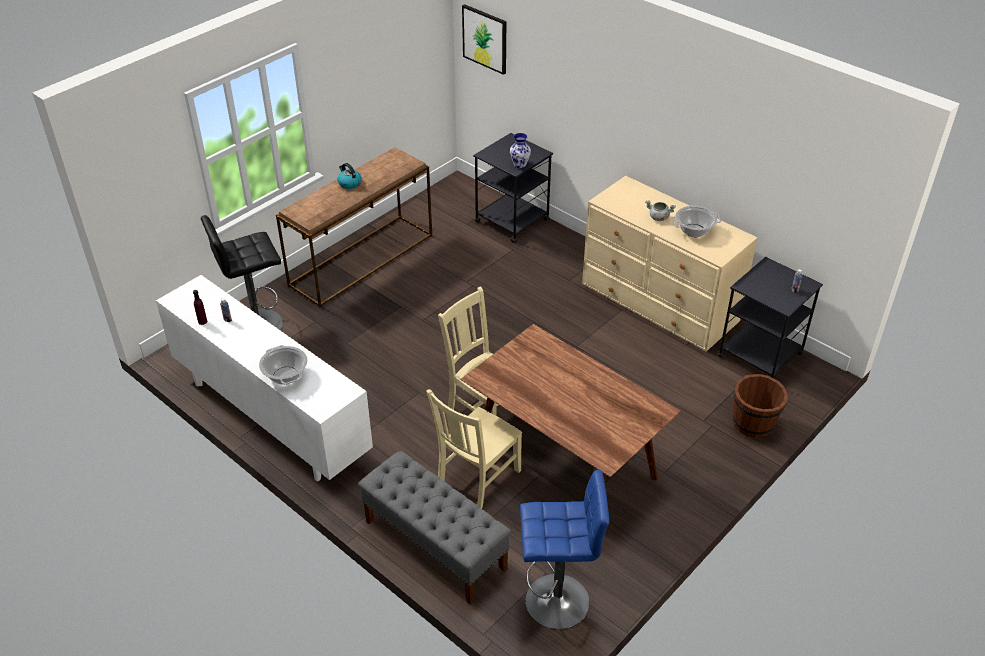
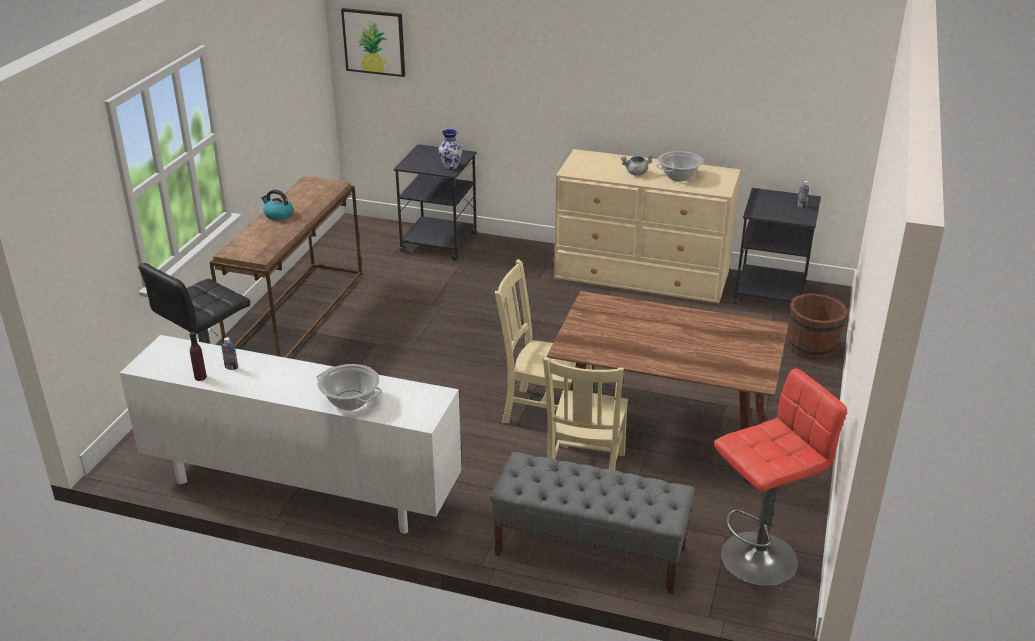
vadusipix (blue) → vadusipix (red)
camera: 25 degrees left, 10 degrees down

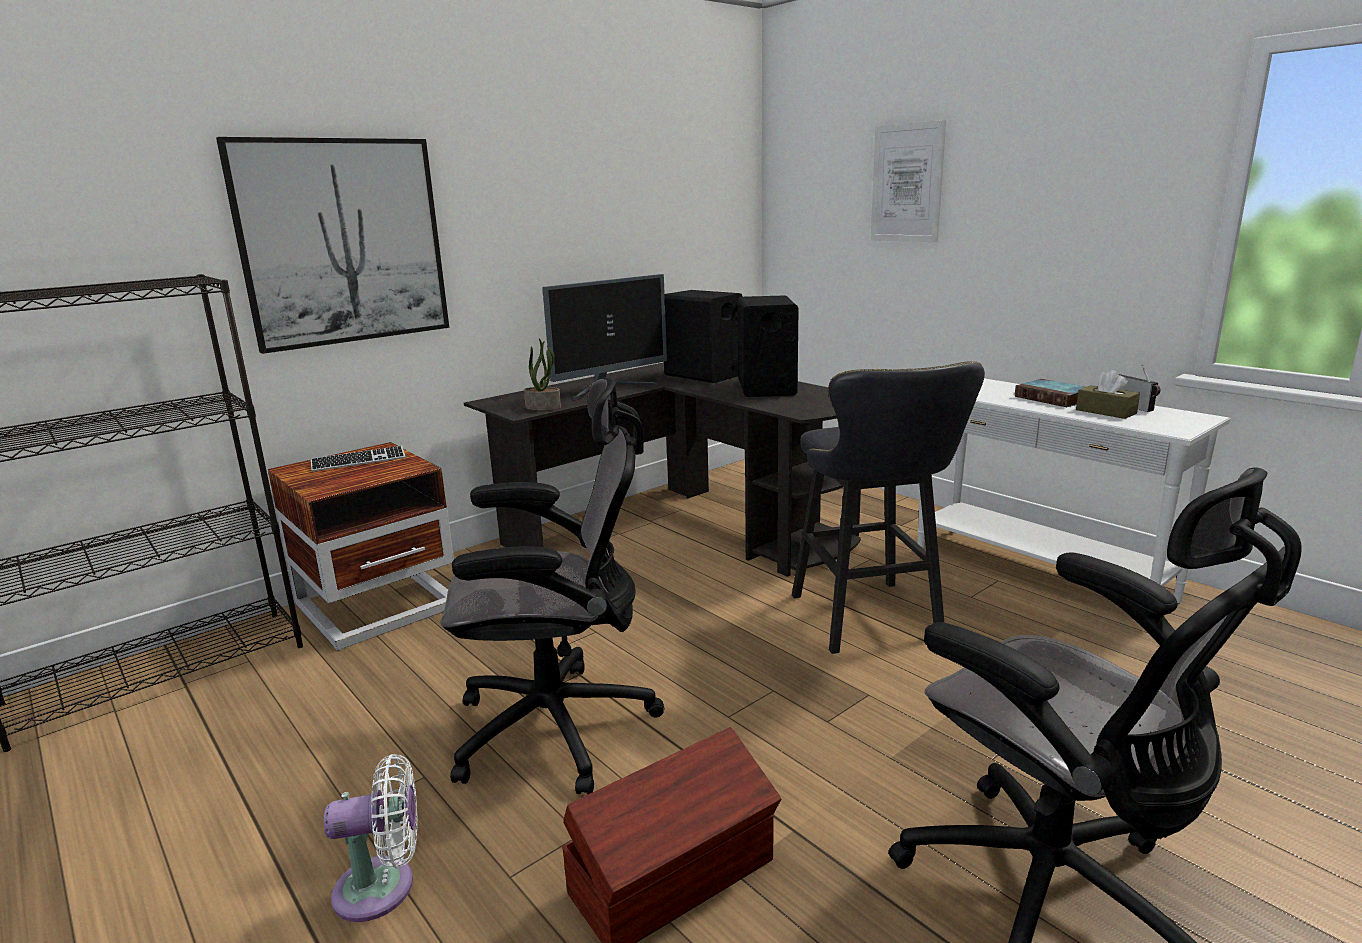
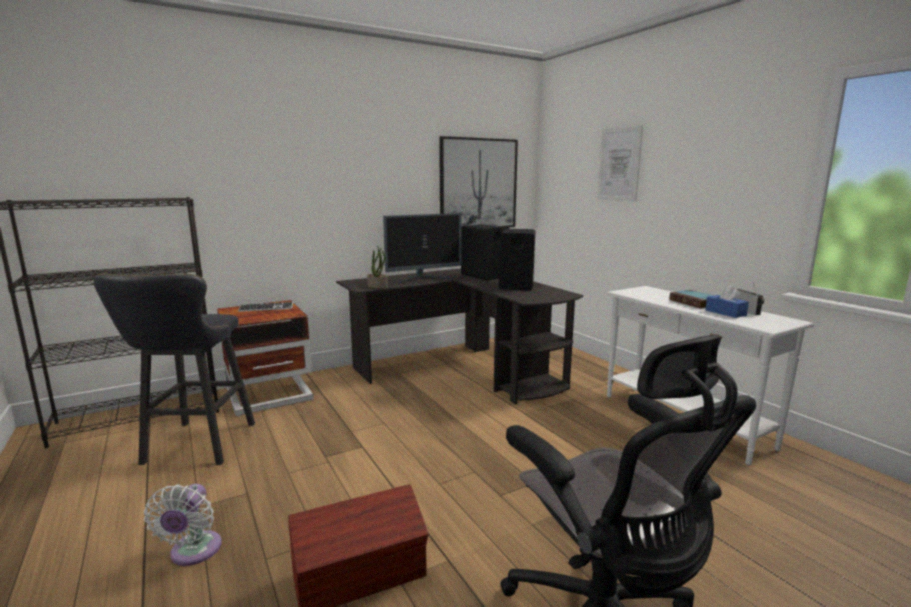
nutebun (no. 1 from left), relocated
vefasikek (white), 90 degrees clockwise
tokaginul (no. 1 from left) → -
vadusipix (black), relocated
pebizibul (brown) → pebizibul (blue)
camera: 10 degrees right, 5 degrees down

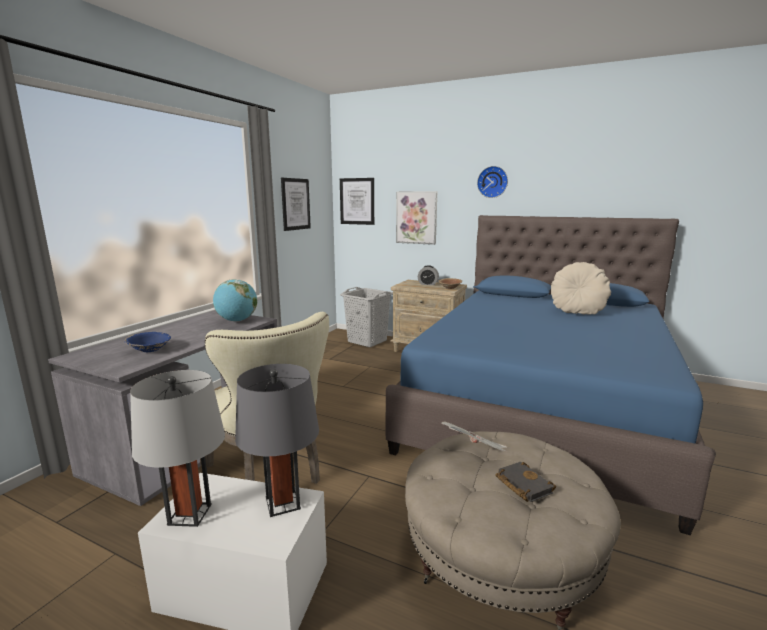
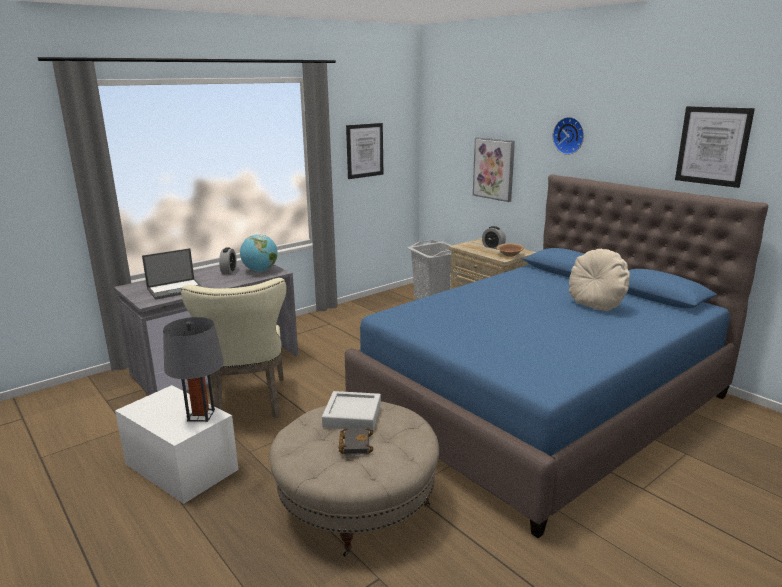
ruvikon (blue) → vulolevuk
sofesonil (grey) (no. 1 from left) → -
nutebun (no. 2 from left in the first image) → nutebun (no. 3 from left), relocated
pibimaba → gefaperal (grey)
- → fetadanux (no. 1 from left)
camera: 25 degrees right, 5 degrees up

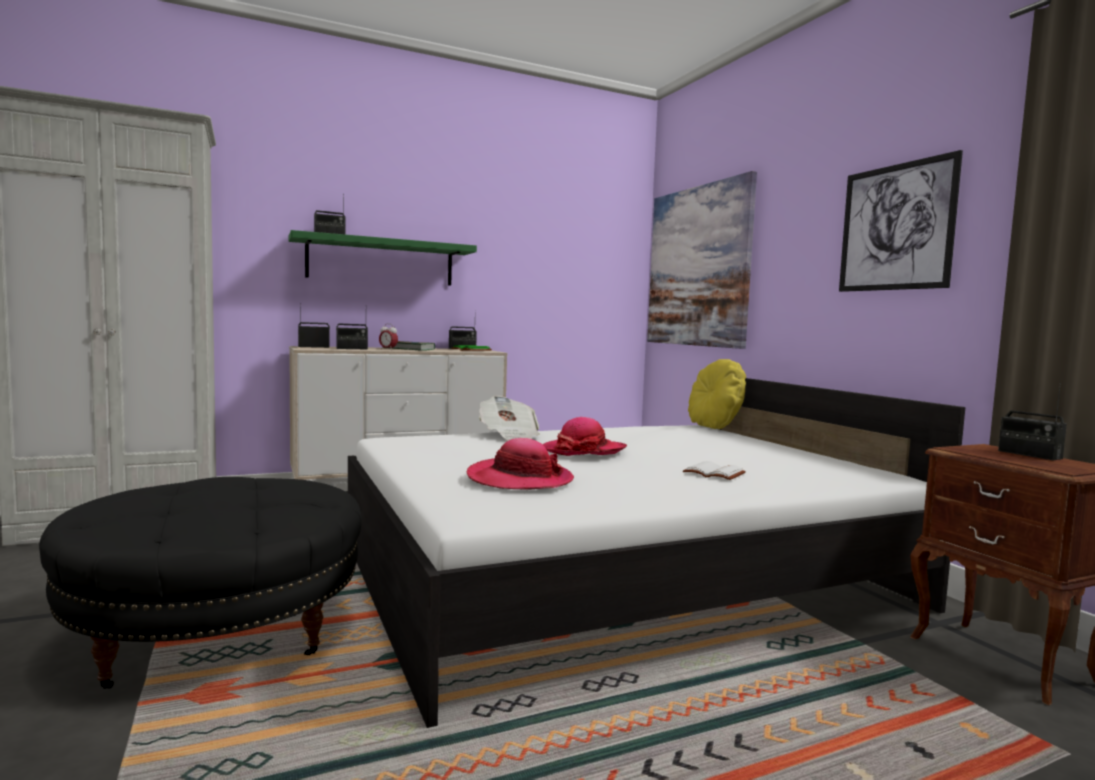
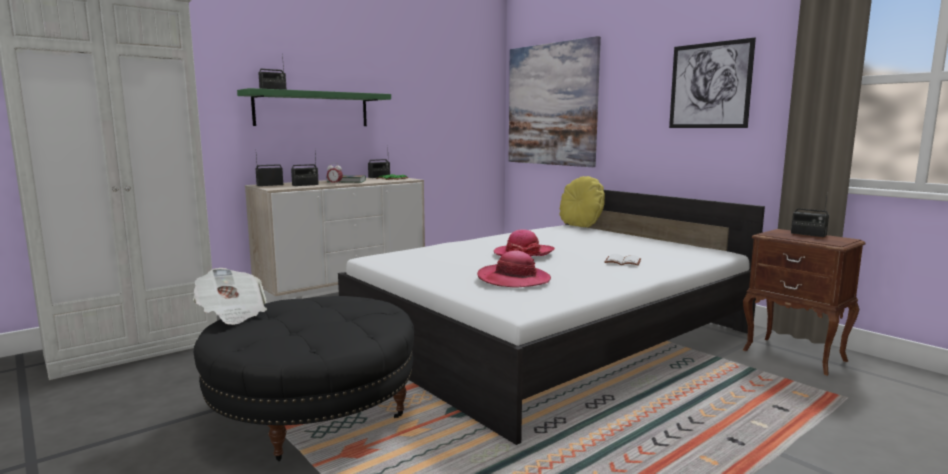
pibimaba, relocated
camera: 15 degrees left, 5 degrees up

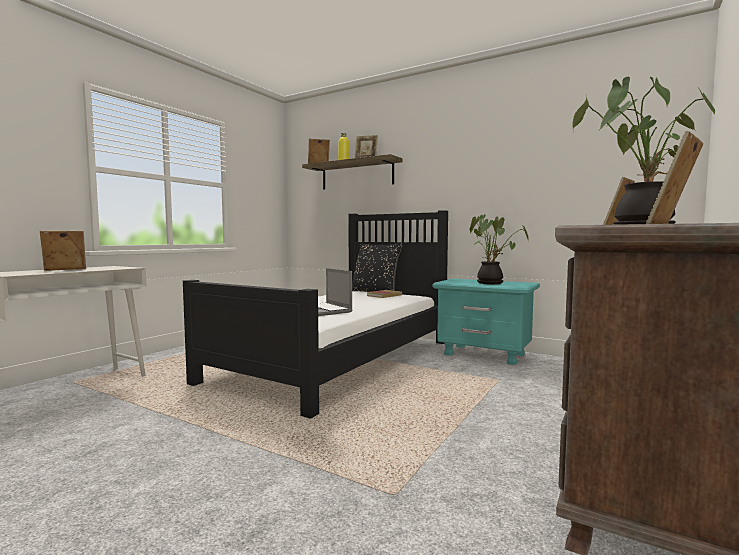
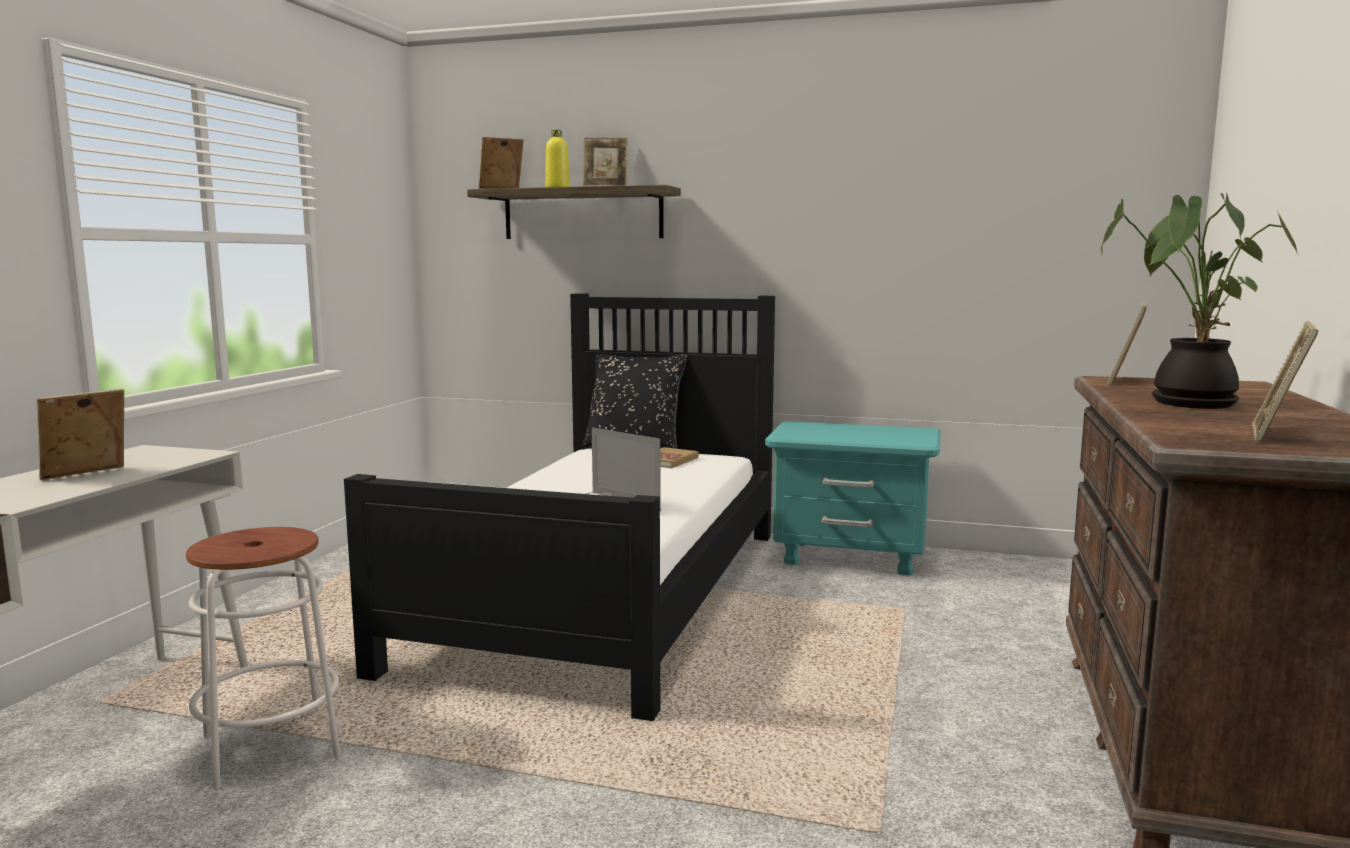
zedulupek (no. 1 from left) → -
- → vadusipix (white)
camera: 15 degrees left, 5 degrees up

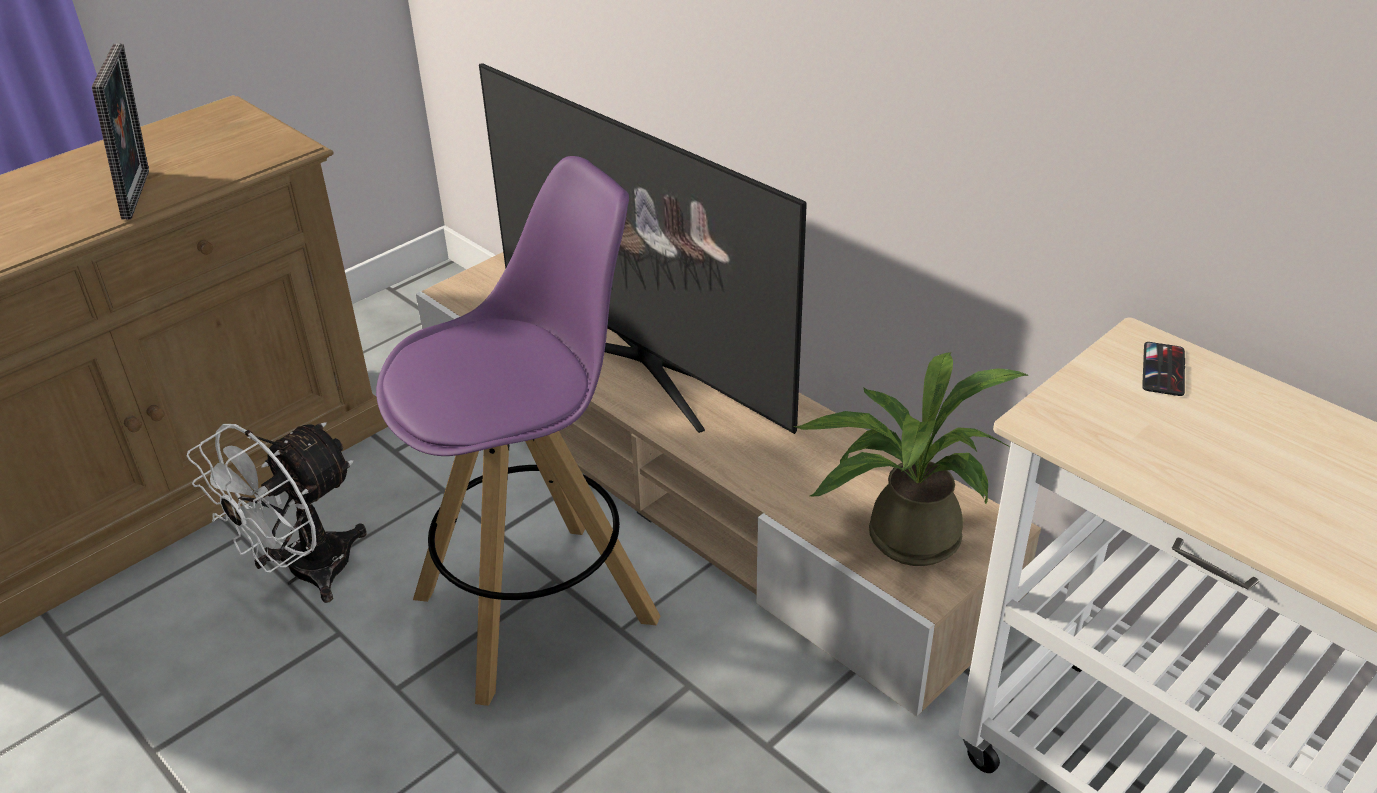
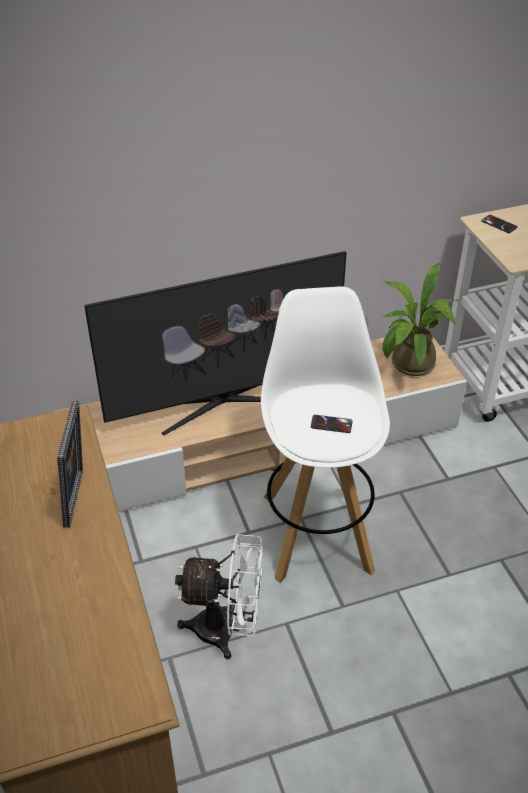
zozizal, 75 degrees clockwise
vefasikek (white), 60 degrees counterclockwise
vadusipix (purple) → vadusipix (white)
- → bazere (no. 1 from left)
camera: 65 degrees left, 5 degrees up

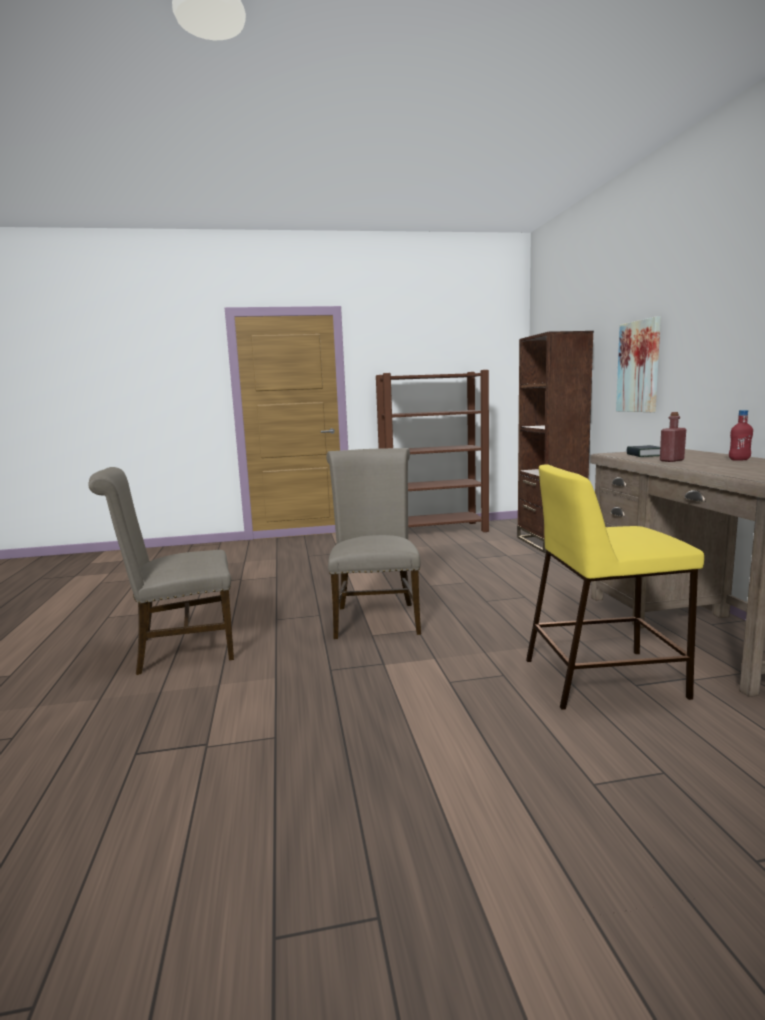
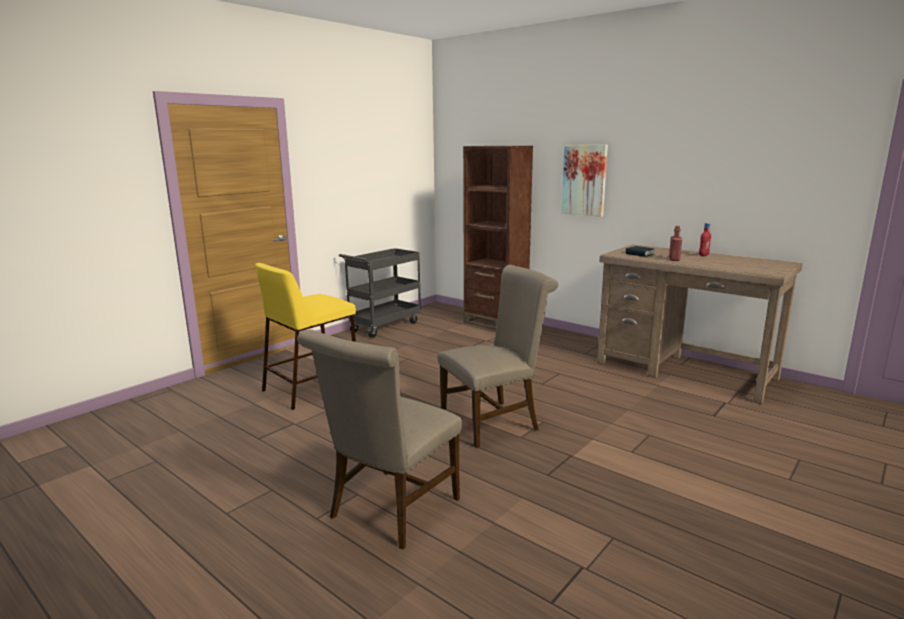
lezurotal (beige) (no. 2 from left), 105 degrees clockwise
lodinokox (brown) (no. 1 from left) → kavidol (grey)
vadusipix (yellow), relocated
camera: 40 degrees left, 5 degrees up

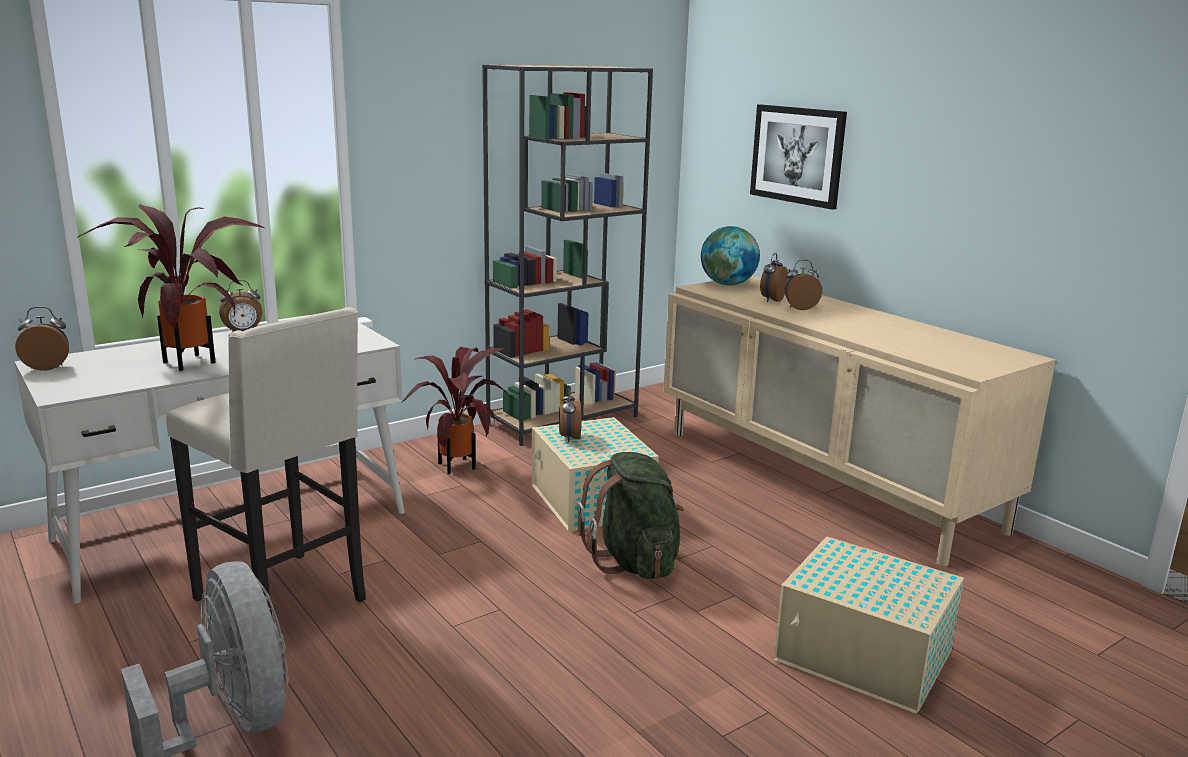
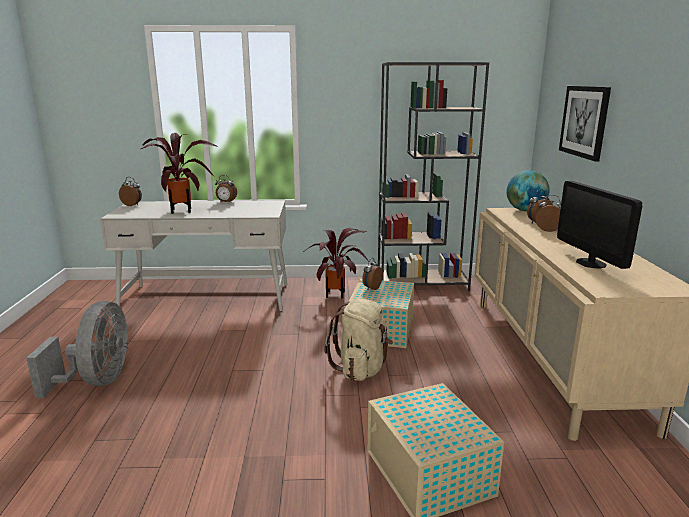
vadusipix (beige) → -
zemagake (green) → zemagake (beige)
- → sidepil
camera: 35 degrees right, 0 degrees up

